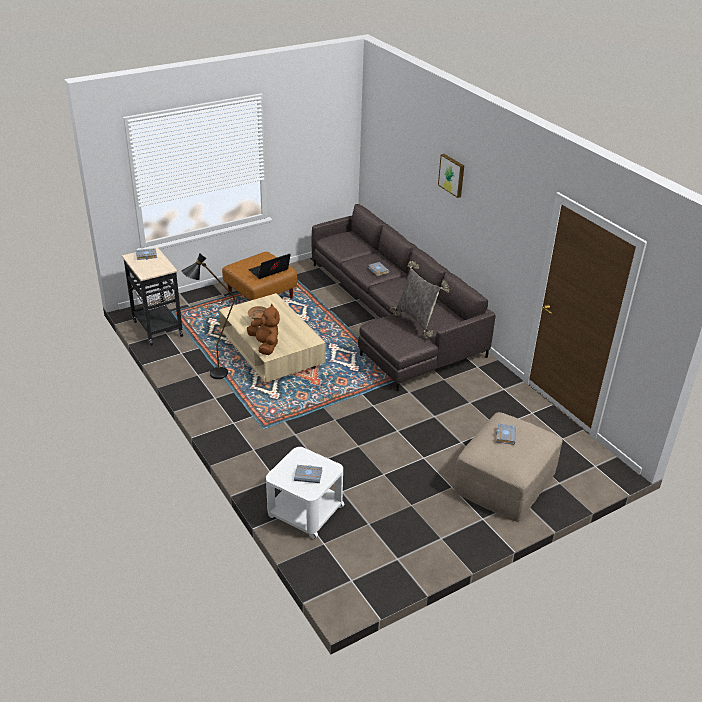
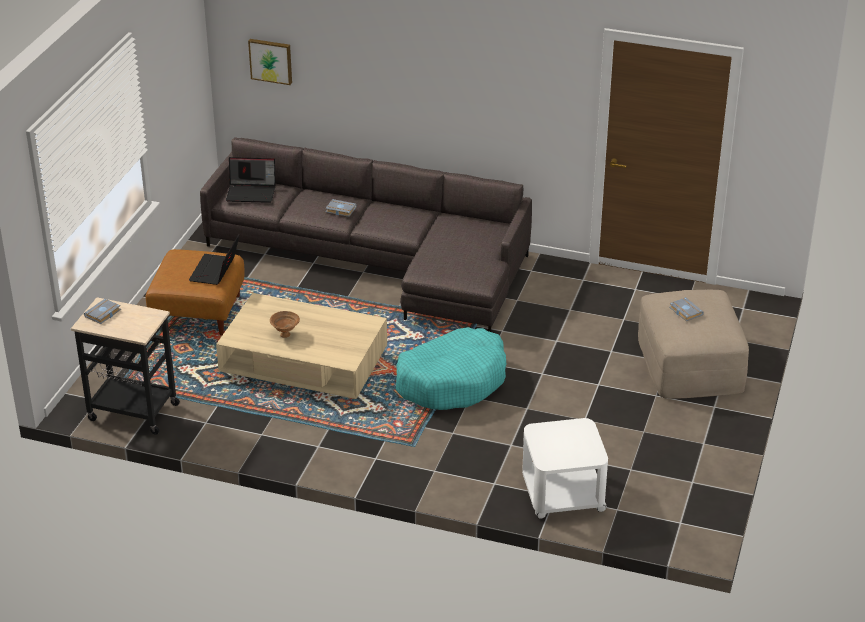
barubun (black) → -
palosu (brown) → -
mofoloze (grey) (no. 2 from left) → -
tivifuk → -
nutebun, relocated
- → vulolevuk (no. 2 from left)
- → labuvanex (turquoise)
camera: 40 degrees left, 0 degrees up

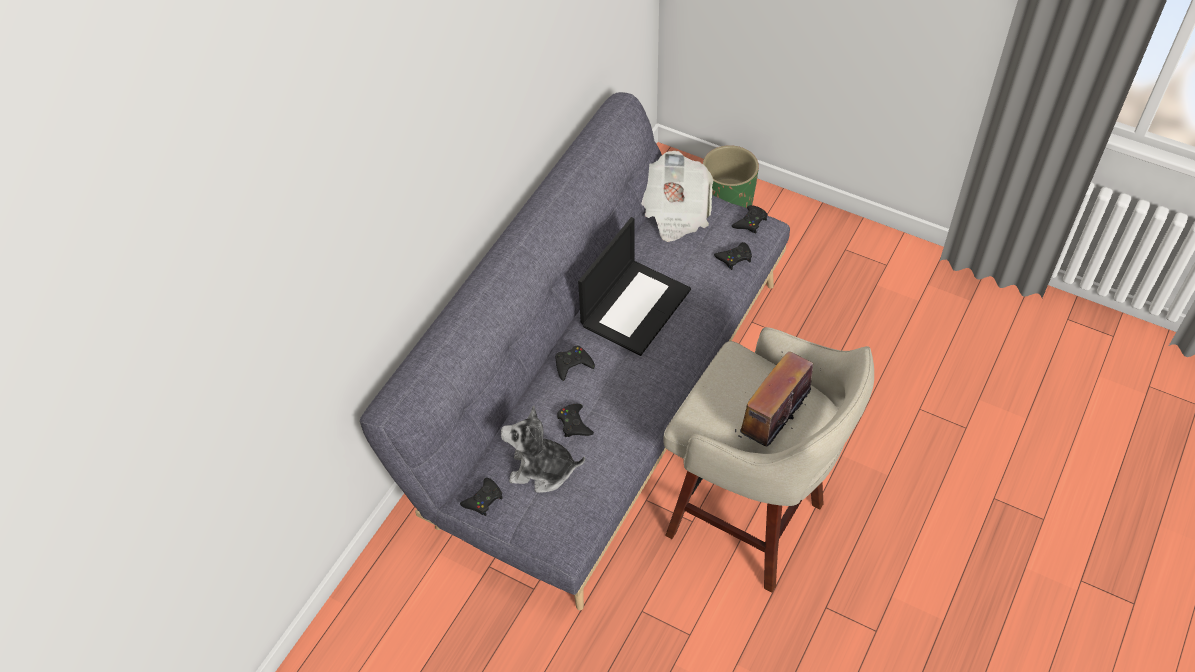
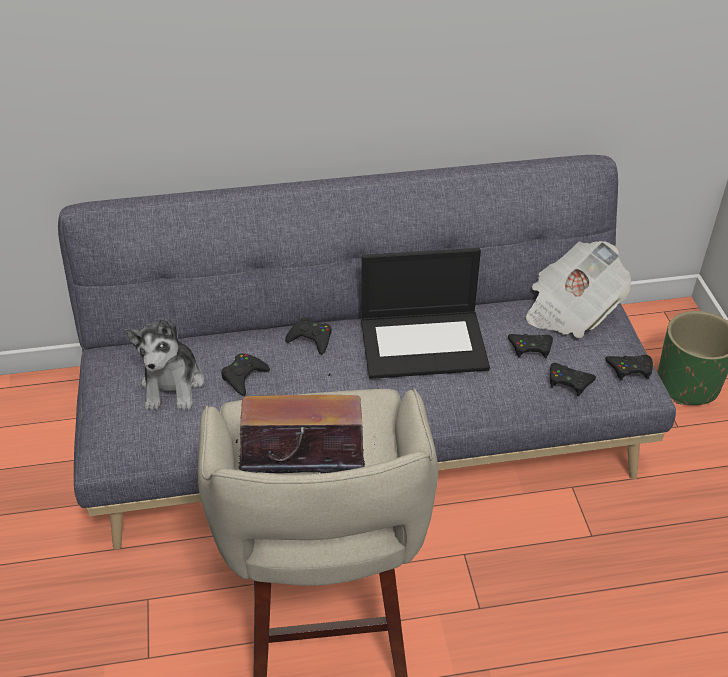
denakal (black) (no. 1 from left in the first image) → denakal (black) (no. 3 from left), relocated
palosu, 150 degrees counterclockwise
camera: 50 degrees right, 10 degrees down

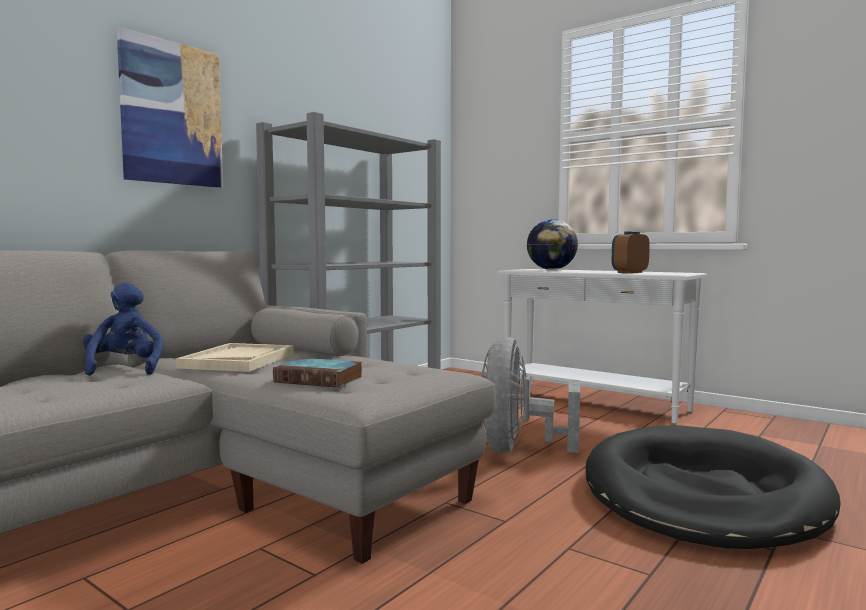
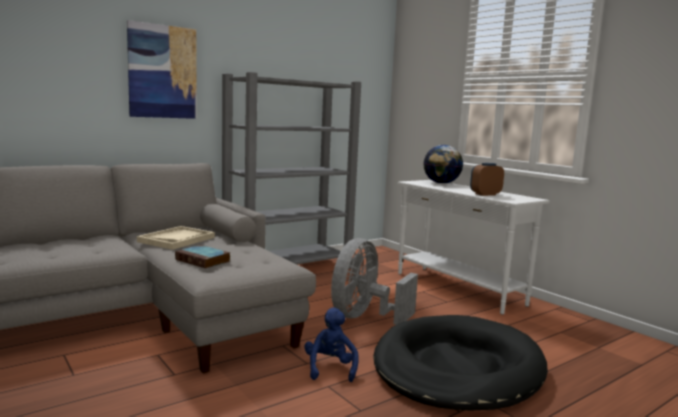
palosu (blue), relocated
camera: 15 degrees right, 5 degrees up

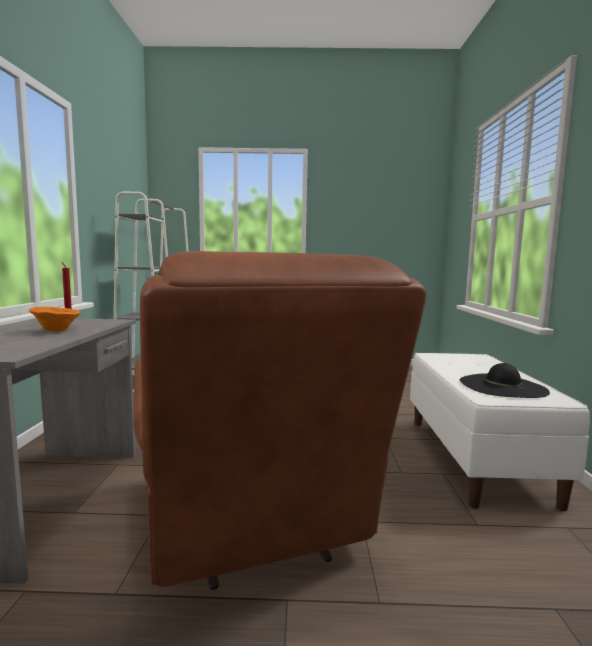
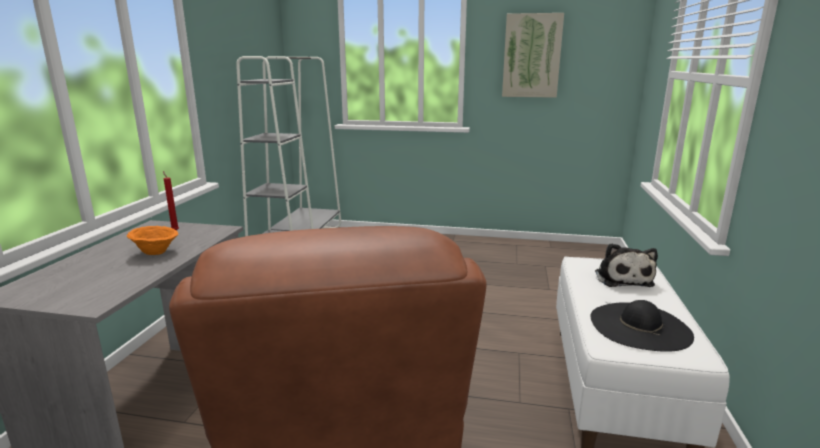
- → nutebun
- → palosu
camera: 10 degrees right, 10 degrees up

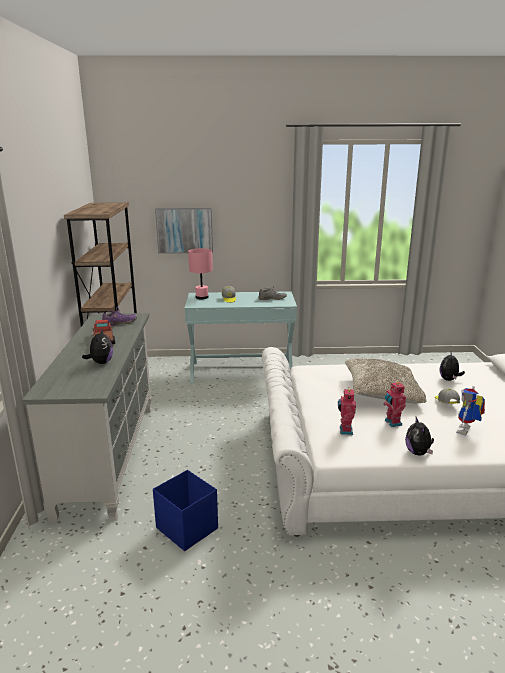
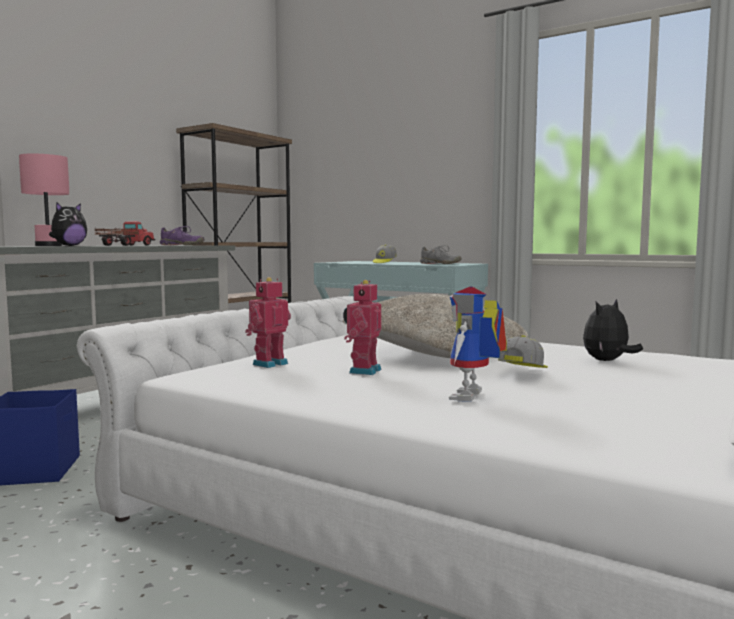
nutebun → -
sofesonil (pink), relocated
palosu (no. 2 from left) → -
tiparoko (no. 3 from left), 45 degrees counterclockwise
camera: 35 degrees right, 15 degrees down

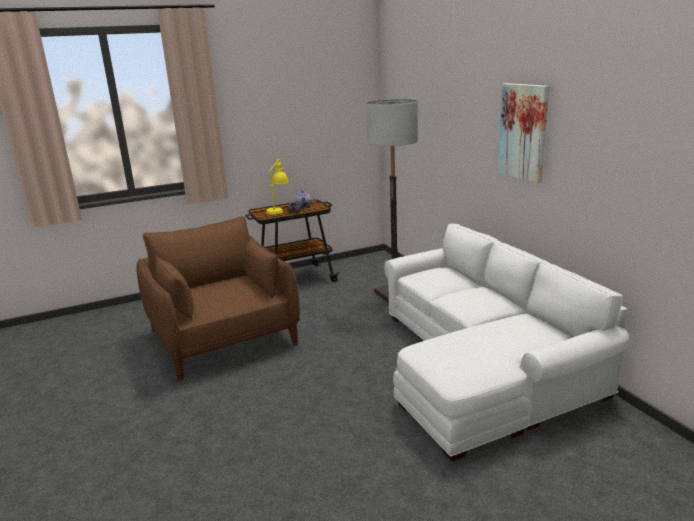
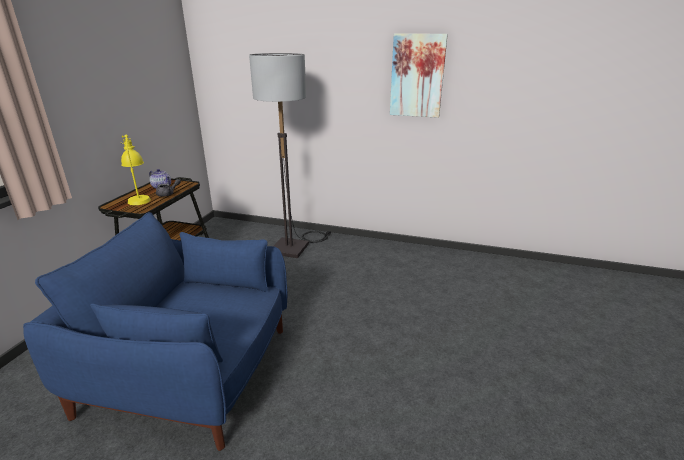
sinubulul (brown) → sinubulul (blue)
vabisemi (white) → -
camera: 50 degrees left, 5 degrees up

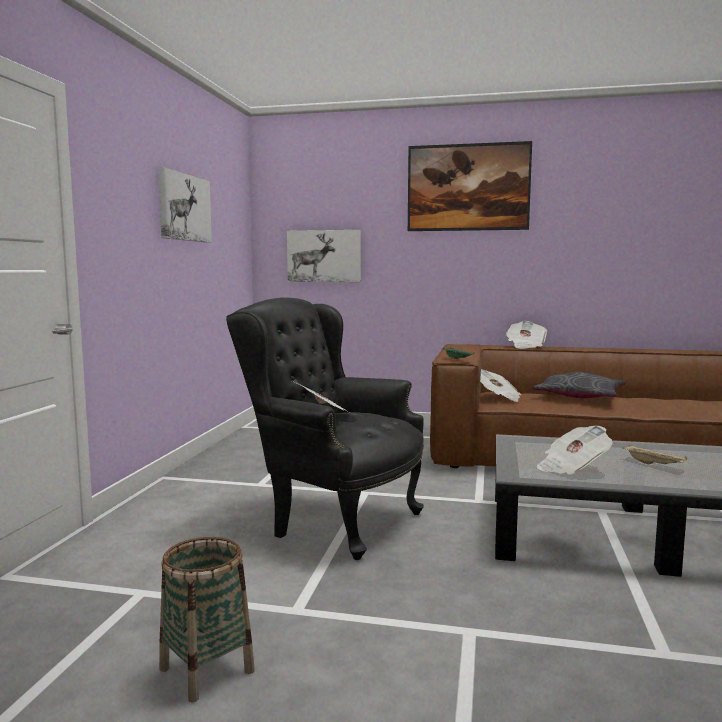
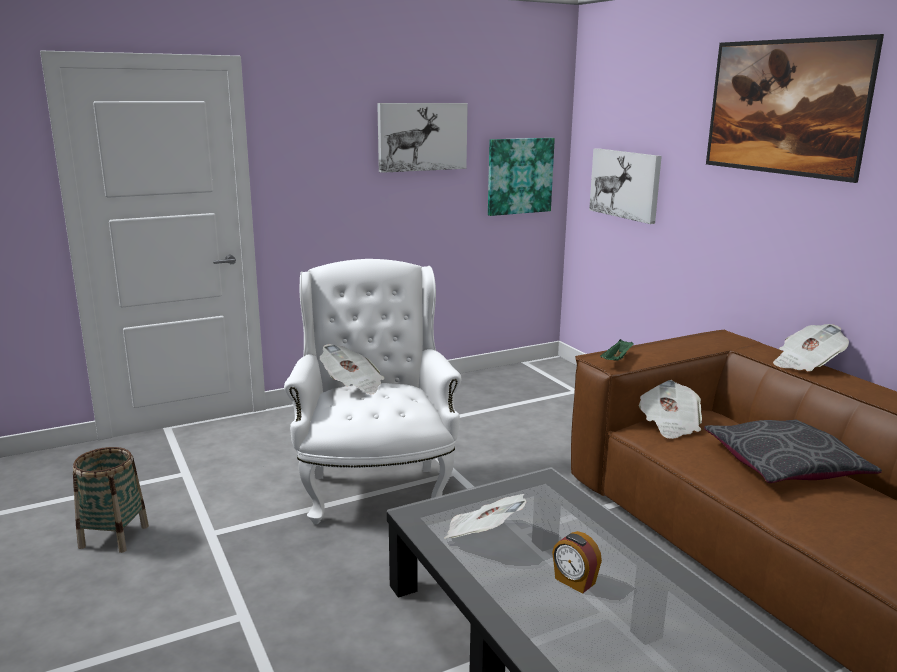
sinubulul (black) → sinubulul (white)
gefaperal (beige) → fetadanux
- → nutebun (no. 2 from left)
camera: 50 degrees right, 10 degrees up

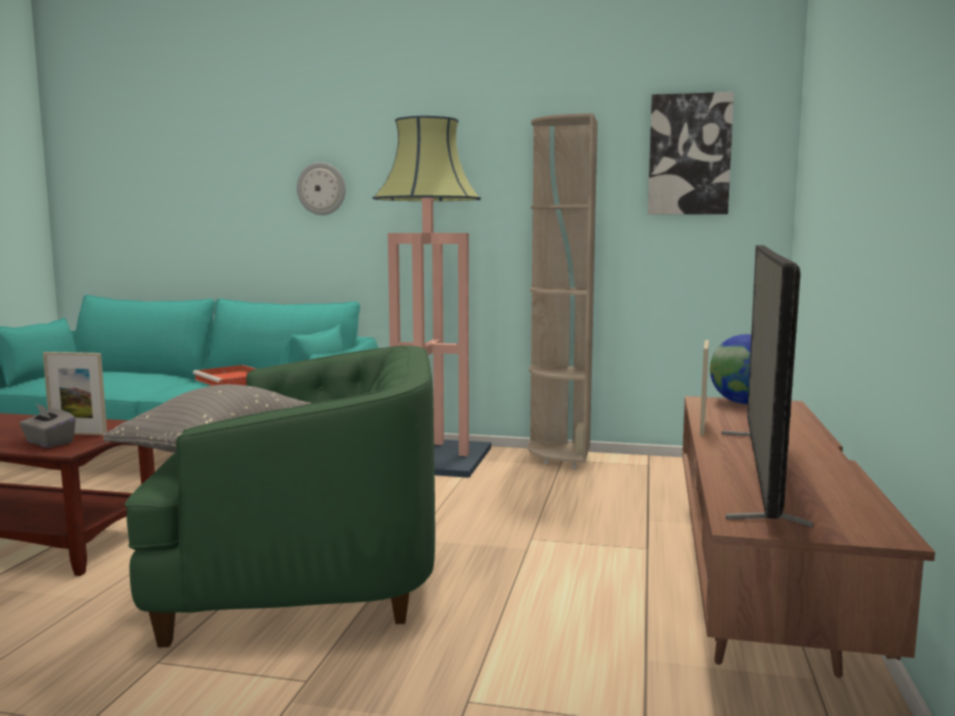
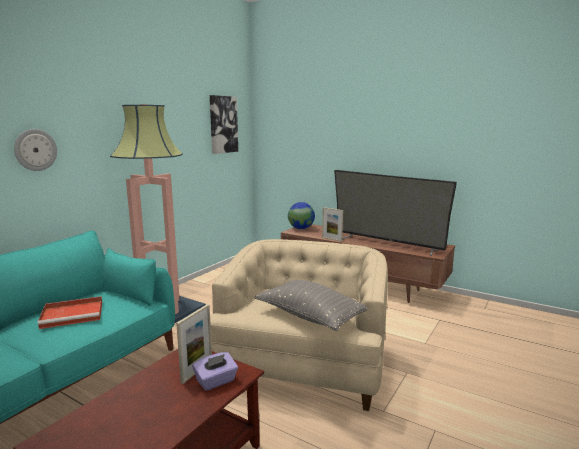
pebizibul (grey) → pebizibul (purple)
sinubulul (green) → sinubulul (beige)
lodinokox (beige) → -
camera: 70 degrees left, 5 degrees up

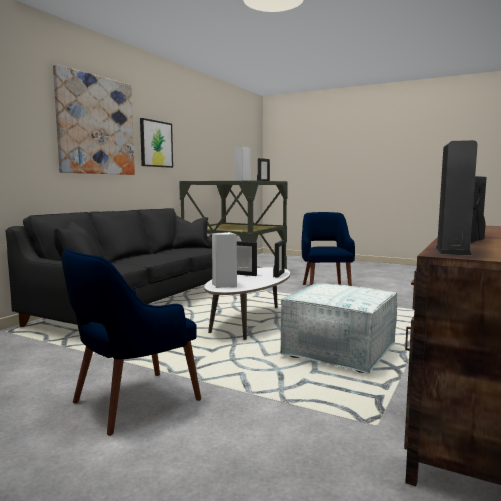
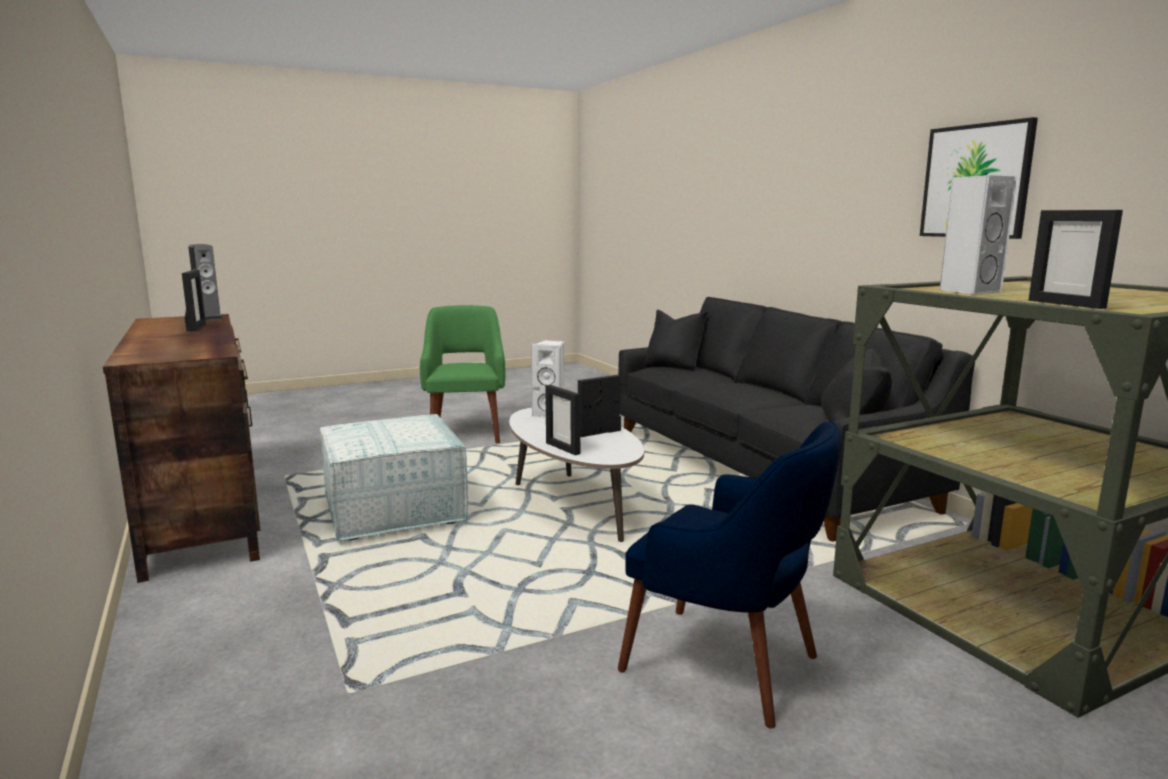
nutebun (no. 1 from left) → -
sinubulul (blue) (no. 1 from left) → sinubulul (green)
camera: 125 degrees right, 5 degrees up

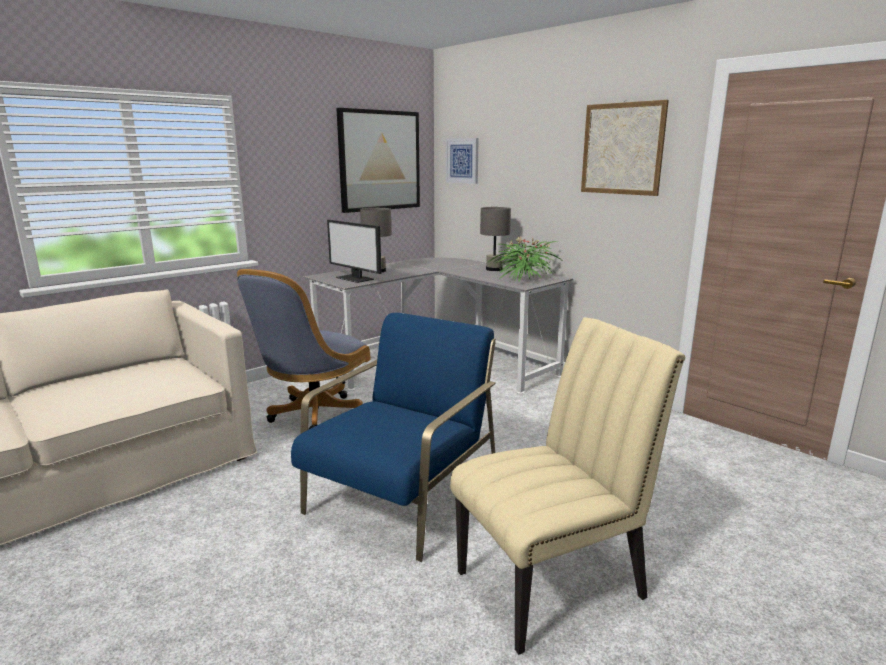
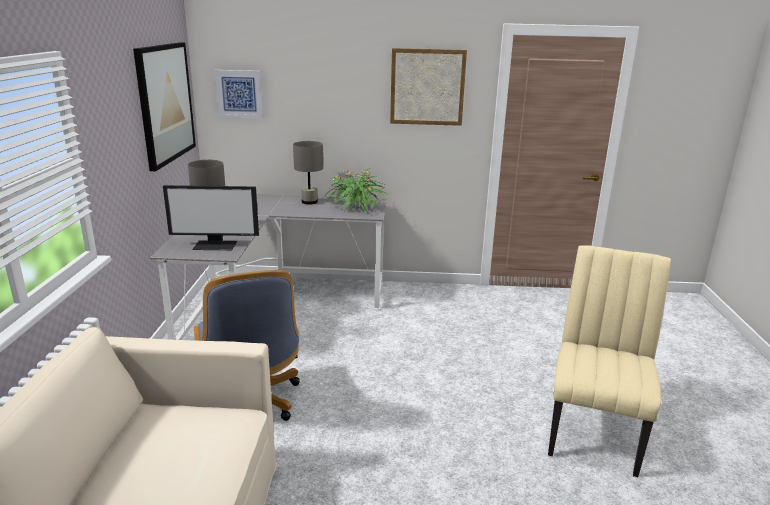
sinubulul (blue) → -
camera: 45 degrees left, 5 degrees up

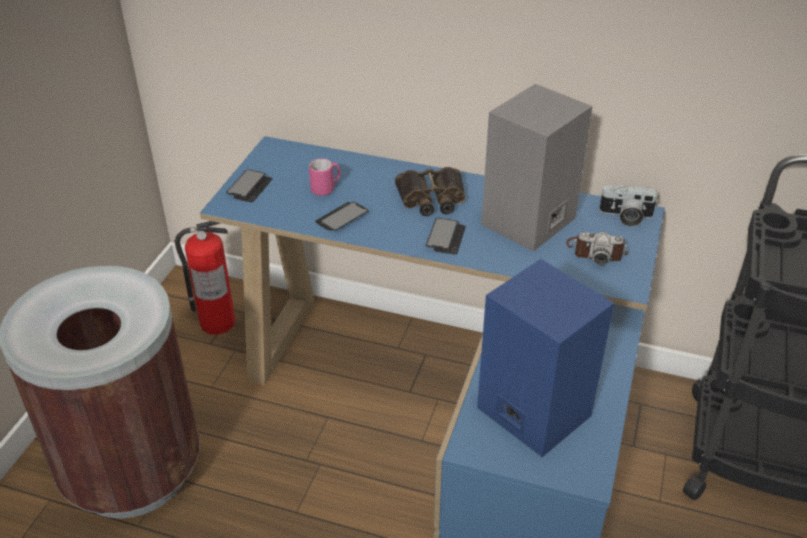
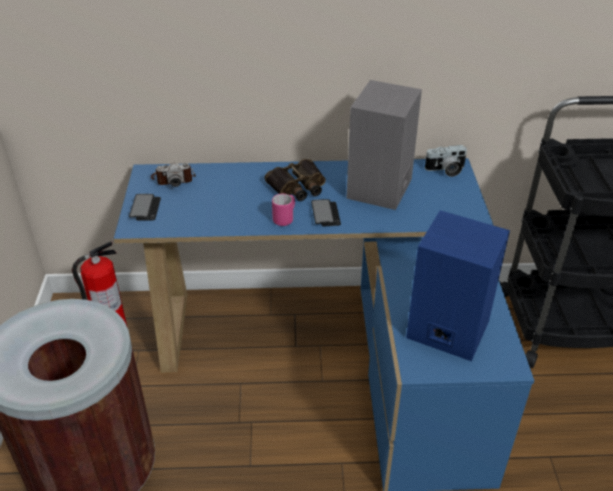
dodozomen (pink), relocated
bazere (no. 2 from left) → -
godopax (no. 1 from left), relocated
camera: 20 degrees left, 0 degrees up

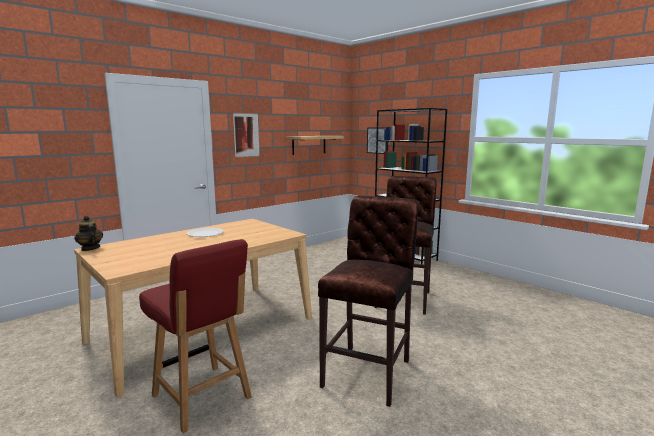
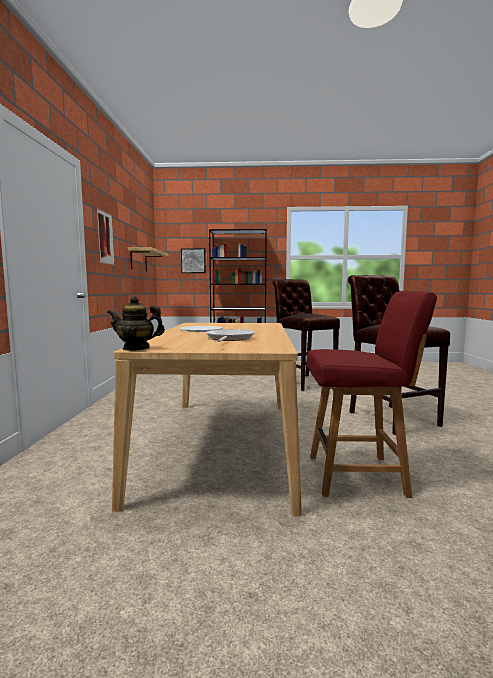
- → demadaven
camera: 45 degrees left, 5 degrees down

